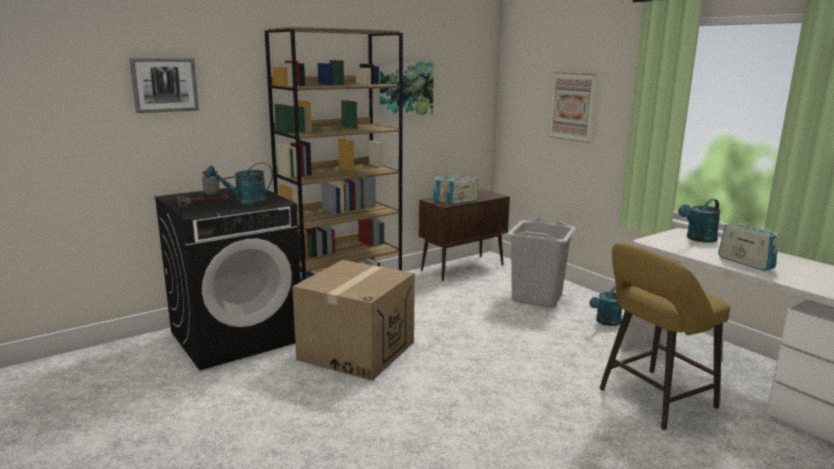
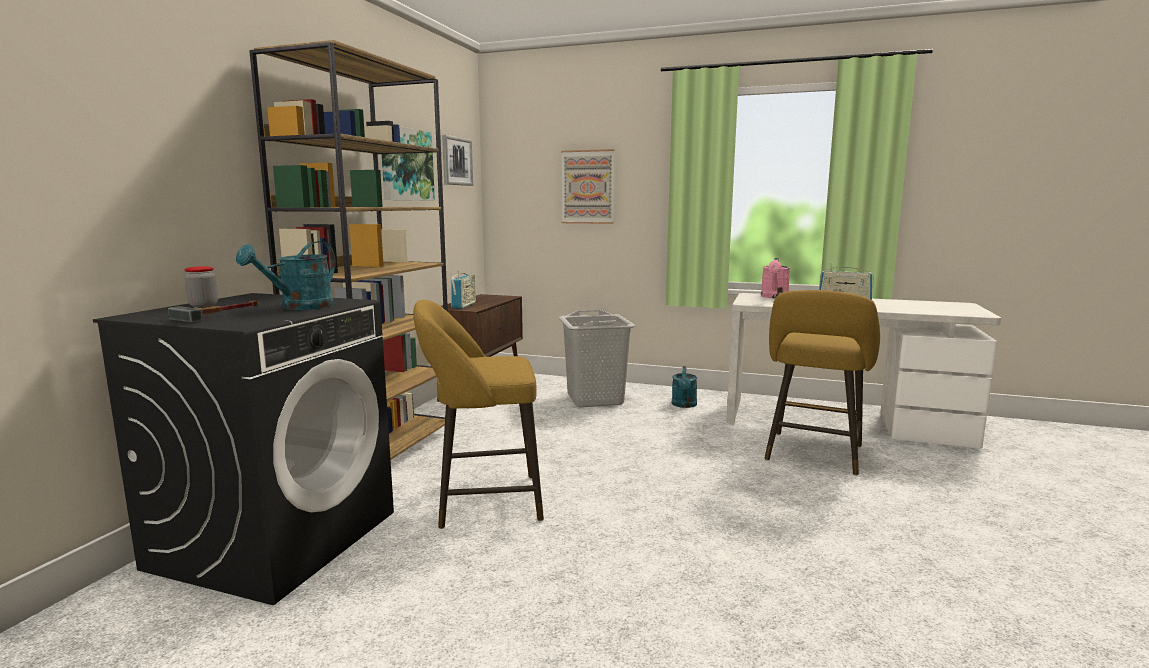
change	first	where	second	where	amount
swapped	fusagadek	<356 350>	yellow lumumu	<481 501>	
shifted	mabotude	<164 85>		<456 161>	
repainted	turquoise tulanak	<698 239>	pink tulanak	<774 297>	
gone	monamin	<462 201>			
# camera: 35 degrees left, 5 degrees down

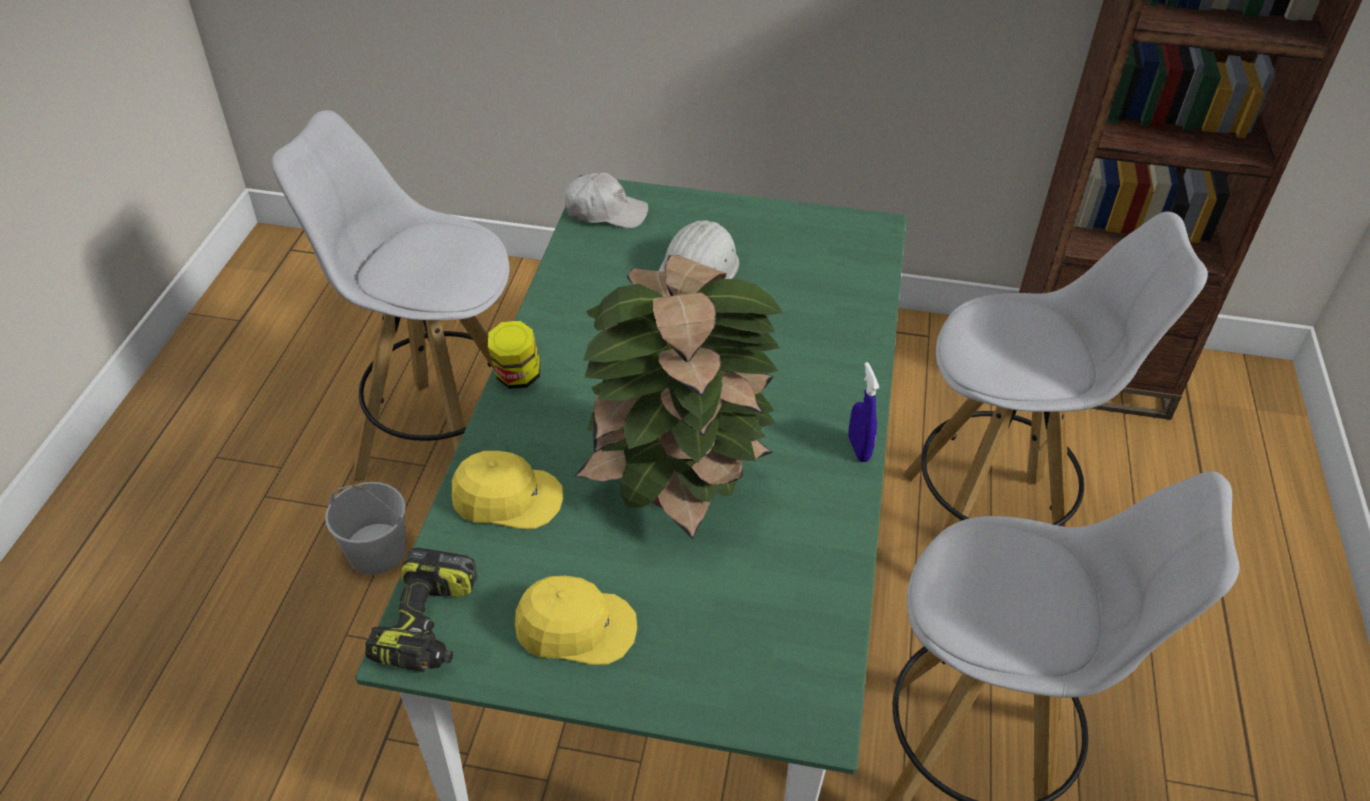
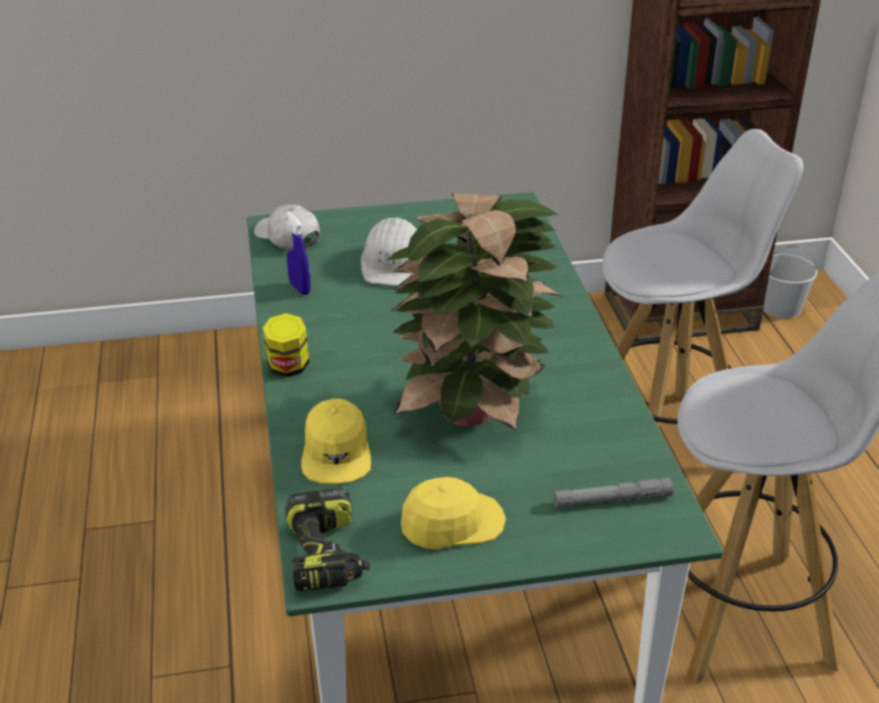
change	first	where	second	where	amount
rotated	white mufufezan	<605 212>		<288 237>	120 degrees counterclockwise
shifted	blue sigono	<858 449>		<300 288>	
rotated	yellow mufufezan	<507 498>		<336 452>	105 degrees clockwise
new			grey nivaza	<612 500>	
shifted	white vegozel	<378 551>		<781 307>	
gone	white lumumu	<443 443>			
# camera: 20 degrees left, 10 degrees down

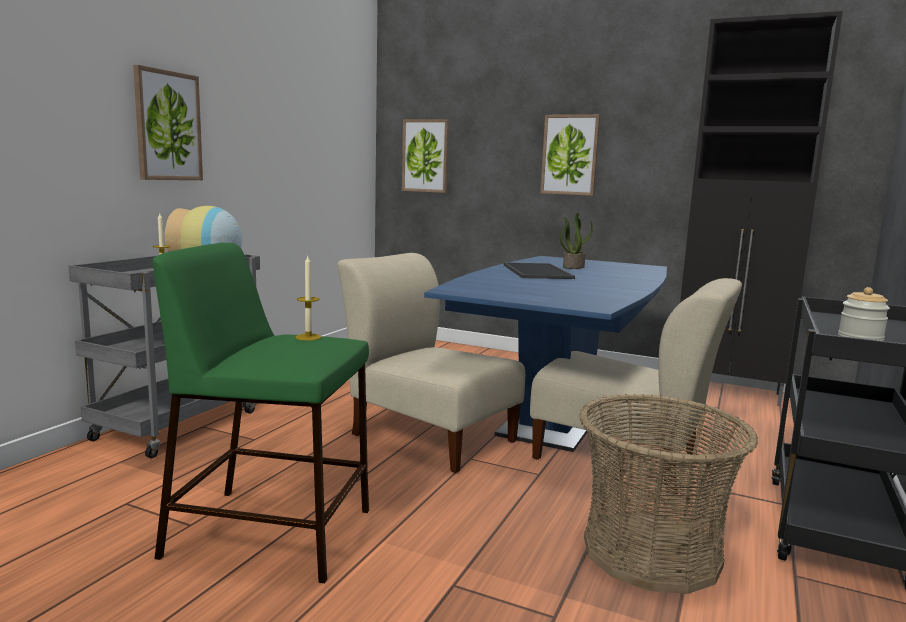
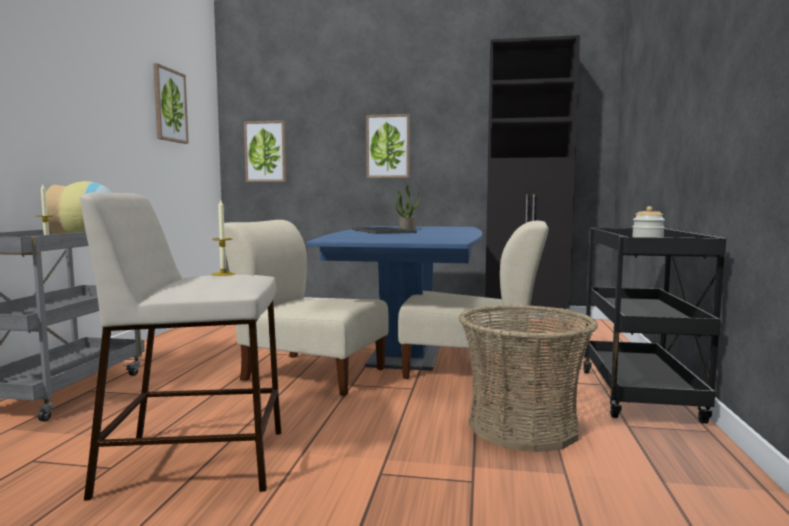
change	first	where	second	where	amount
repainted	green lumumu	<273 532>	beige lumumu	<198 461>	
shifted	mabotude	<167 126>		<169 105>	
# camera: 15 degrees left, 5 degrees down

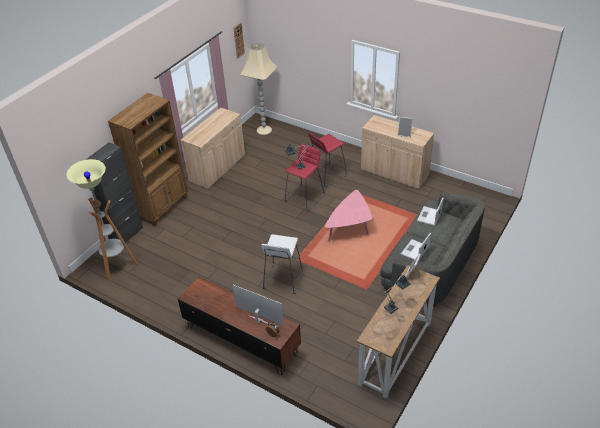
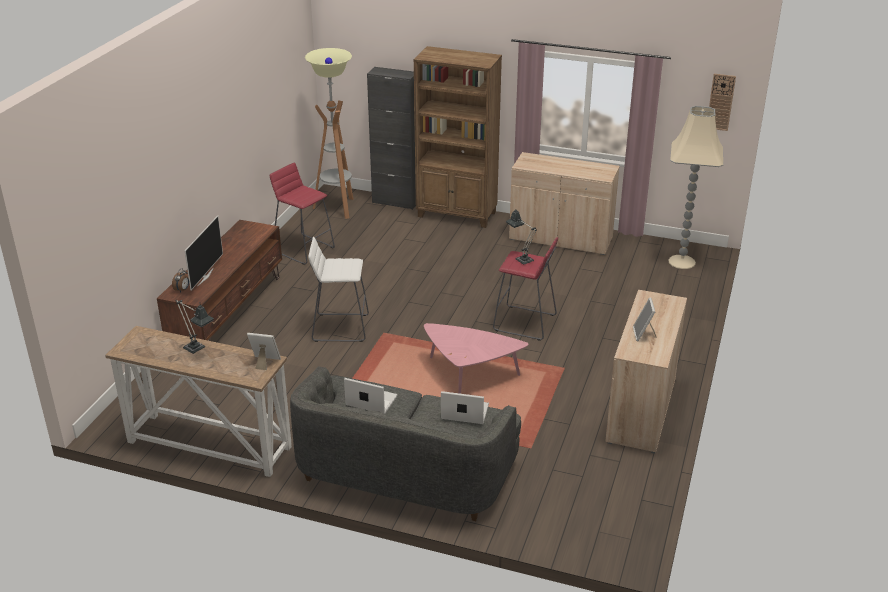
change	first	where	second	where	amount
shifted	red lumumu	<326 175>		<303 249>	
# camera: 75 degrees right, 10 degrees down

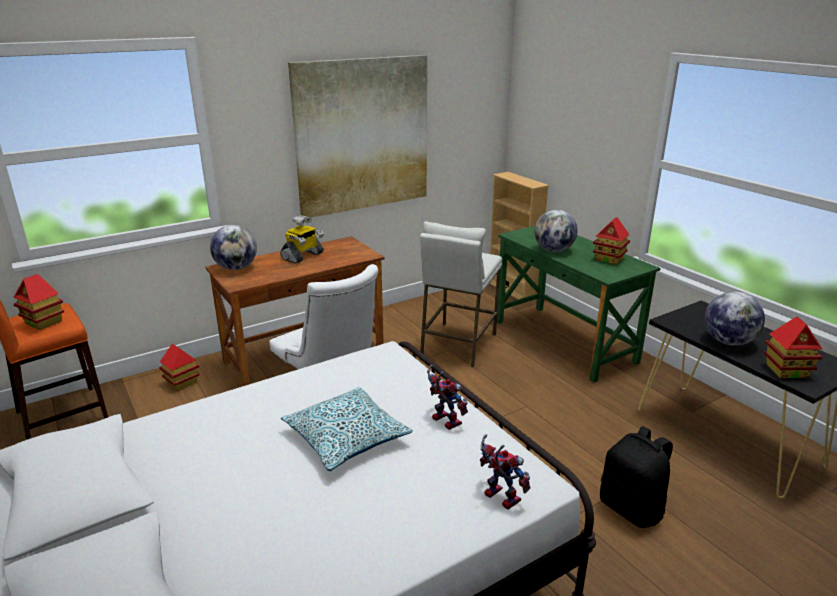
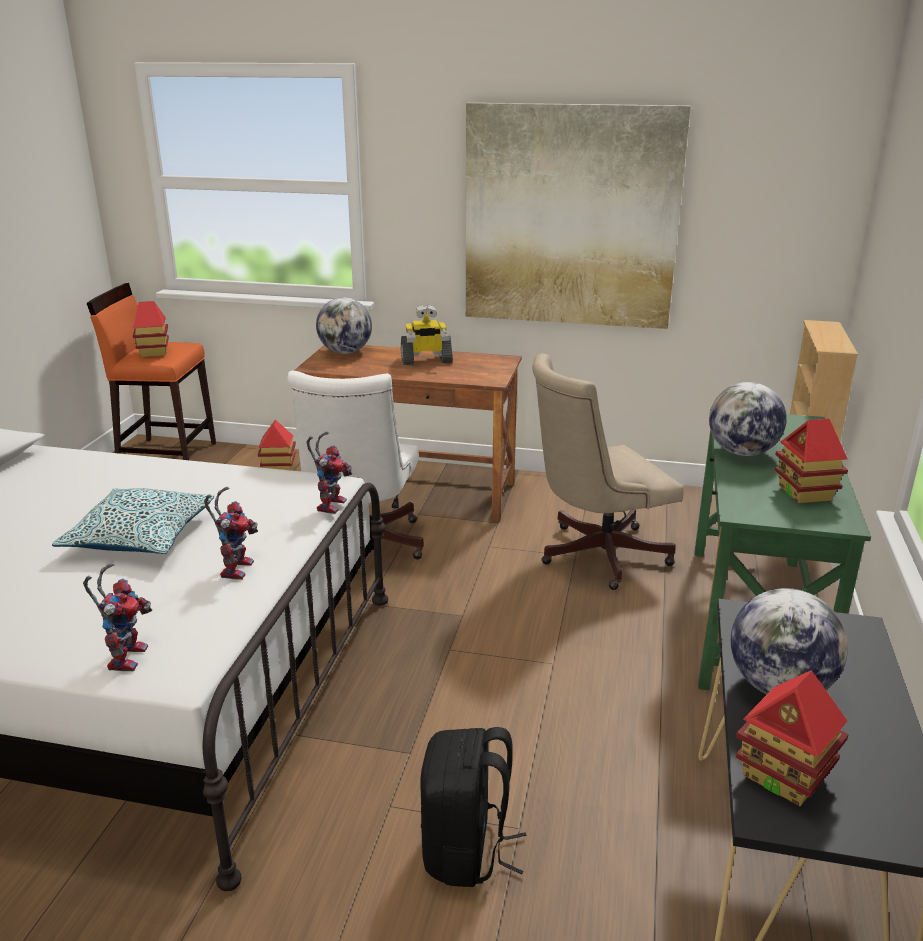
change	first	where	second	where	amount
new			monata	<330 504>	
swapped	white lumumu	<458 344>	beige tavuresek	<595 555>	
# camera: 45 degrees right, 0 degrees up

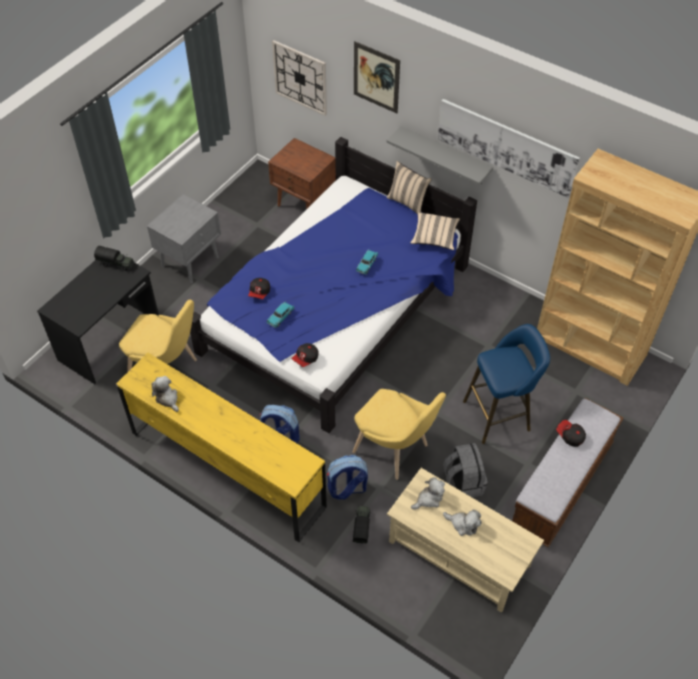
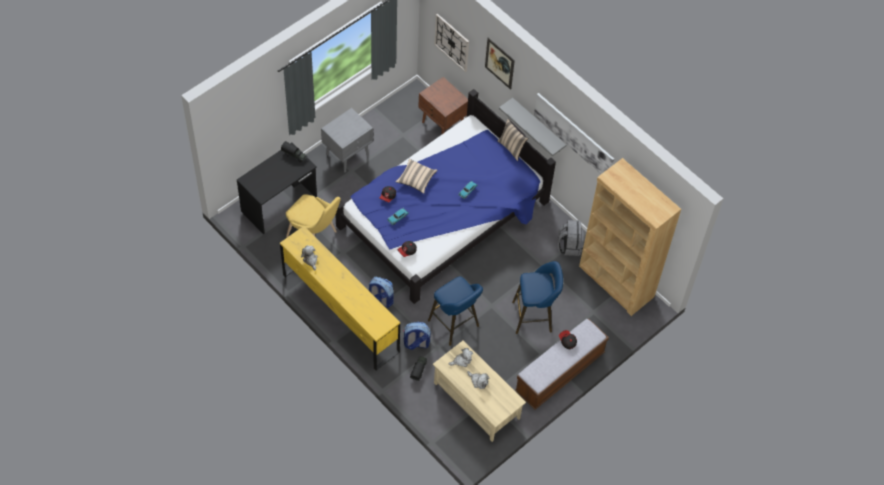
change	first	where	second	where	amount
shifted	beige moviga	<434 237>		<416 179>	
swapped	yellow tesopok	<395 451>	blue lumumu	<455 325>	
shifted	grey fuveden	<463 483>		<569 245>	
# camera: 10 degrees right, 5 degrees up

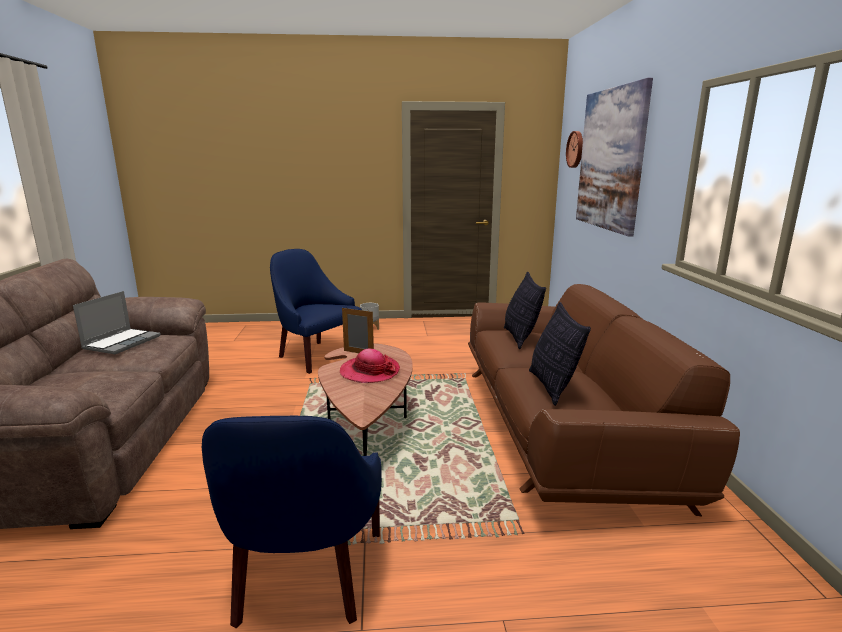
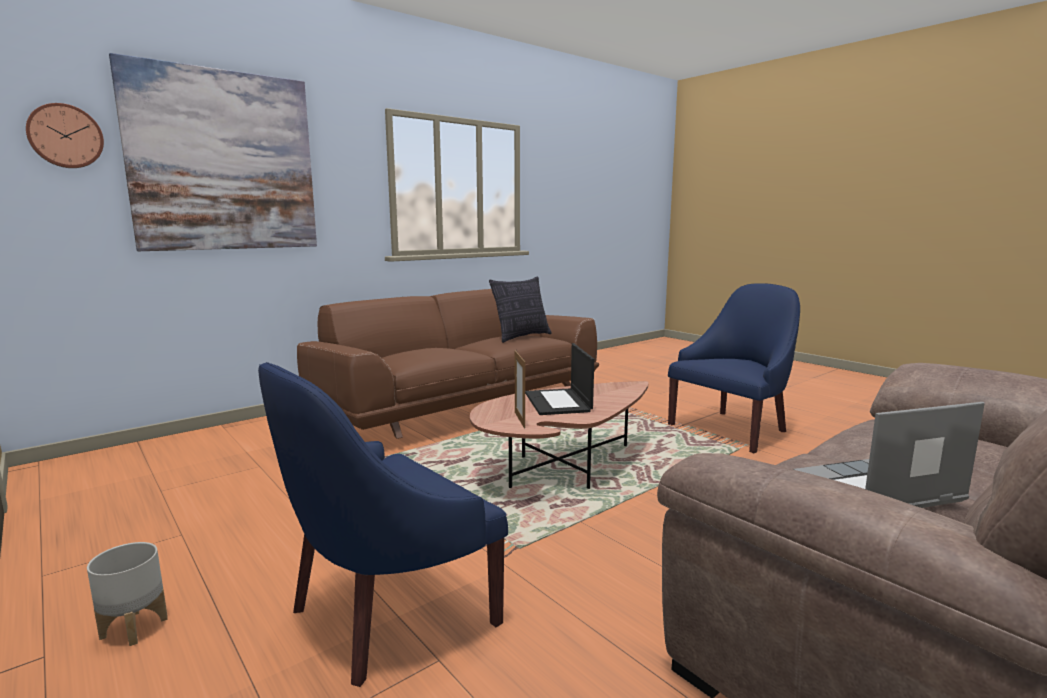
change	first	where	second	where	amount
rotated	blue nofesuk	<316 355>		<387 612>	45 degrees clockwise
swapped	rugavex	<369 371>	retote	<558 402>	
gone	moviga	<520 338>			
# camera: 125 degrees left, 5 degrees down

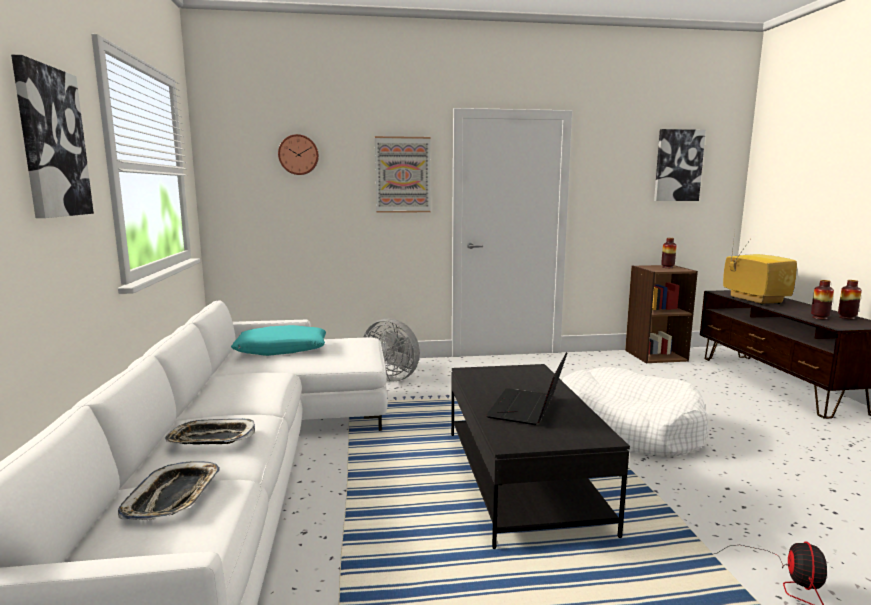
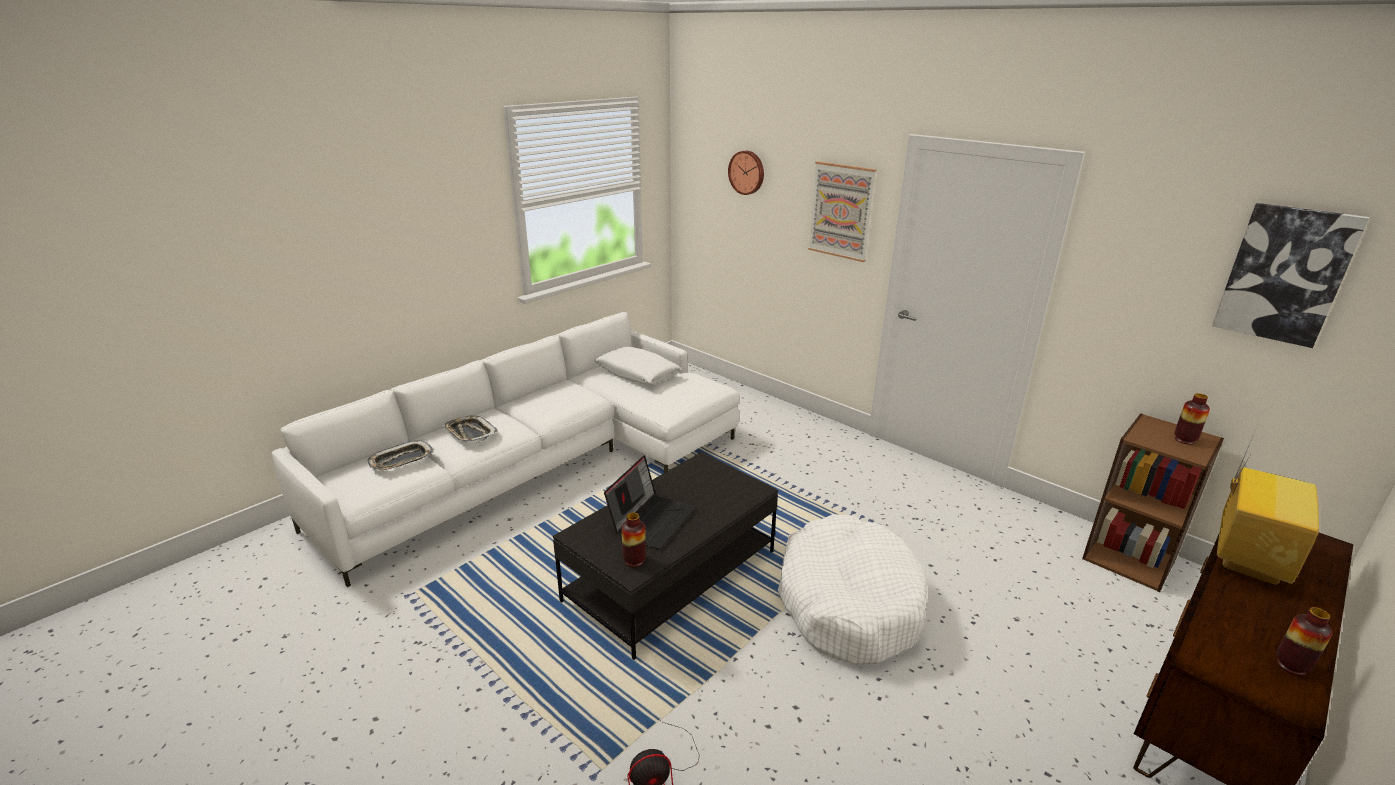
change	first	where	second	where	amount
repainted	turquoise moviga	<281 350>	white moviga	<637 374>	
rotated	retote	<528 409>		<651 520>	135 degrees clockwise
shifted	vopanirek	<819 318>		<634 561>	
gone	mabotude	<51 142>			
gone	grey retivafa	<393 377>			
# camera: 50 degrees right, 15 degrees up

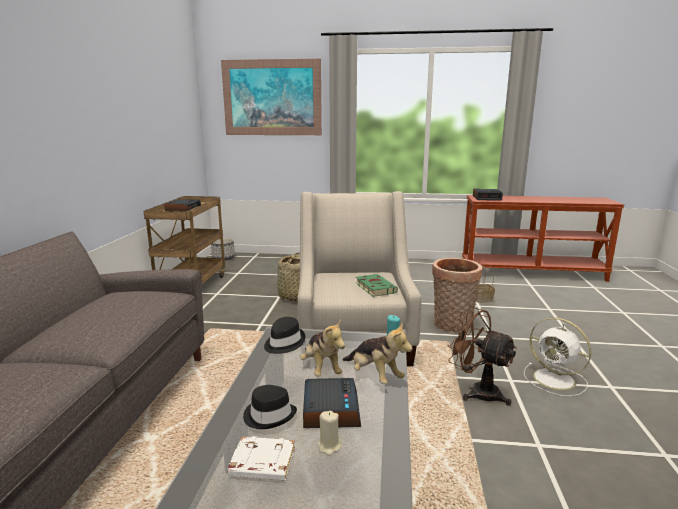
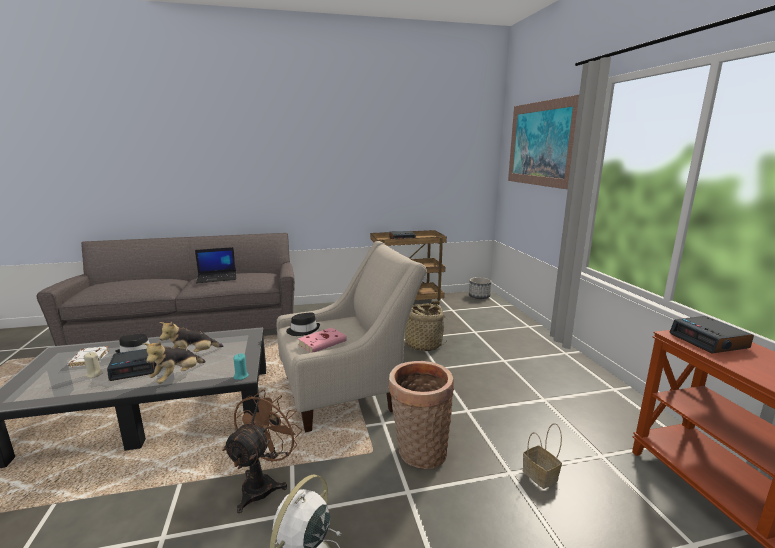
change	first	where	second	where	amount
new			retote	<217 277>	
shifted	black rugavex	<283 343>		<303 330>	
repainted	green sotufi	<374 287>	pink sotufi	<323 342>	
# camera: 70 degrees right, 0 degrees up

